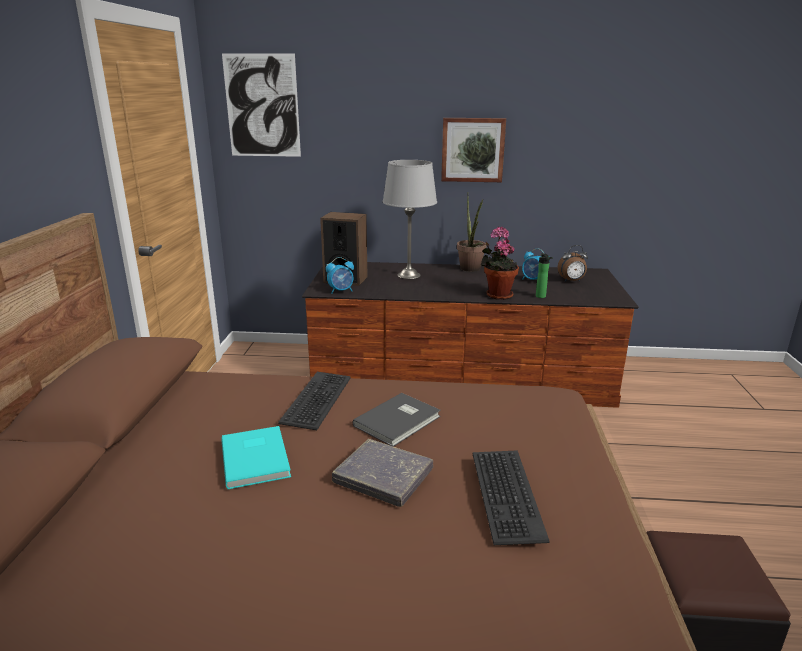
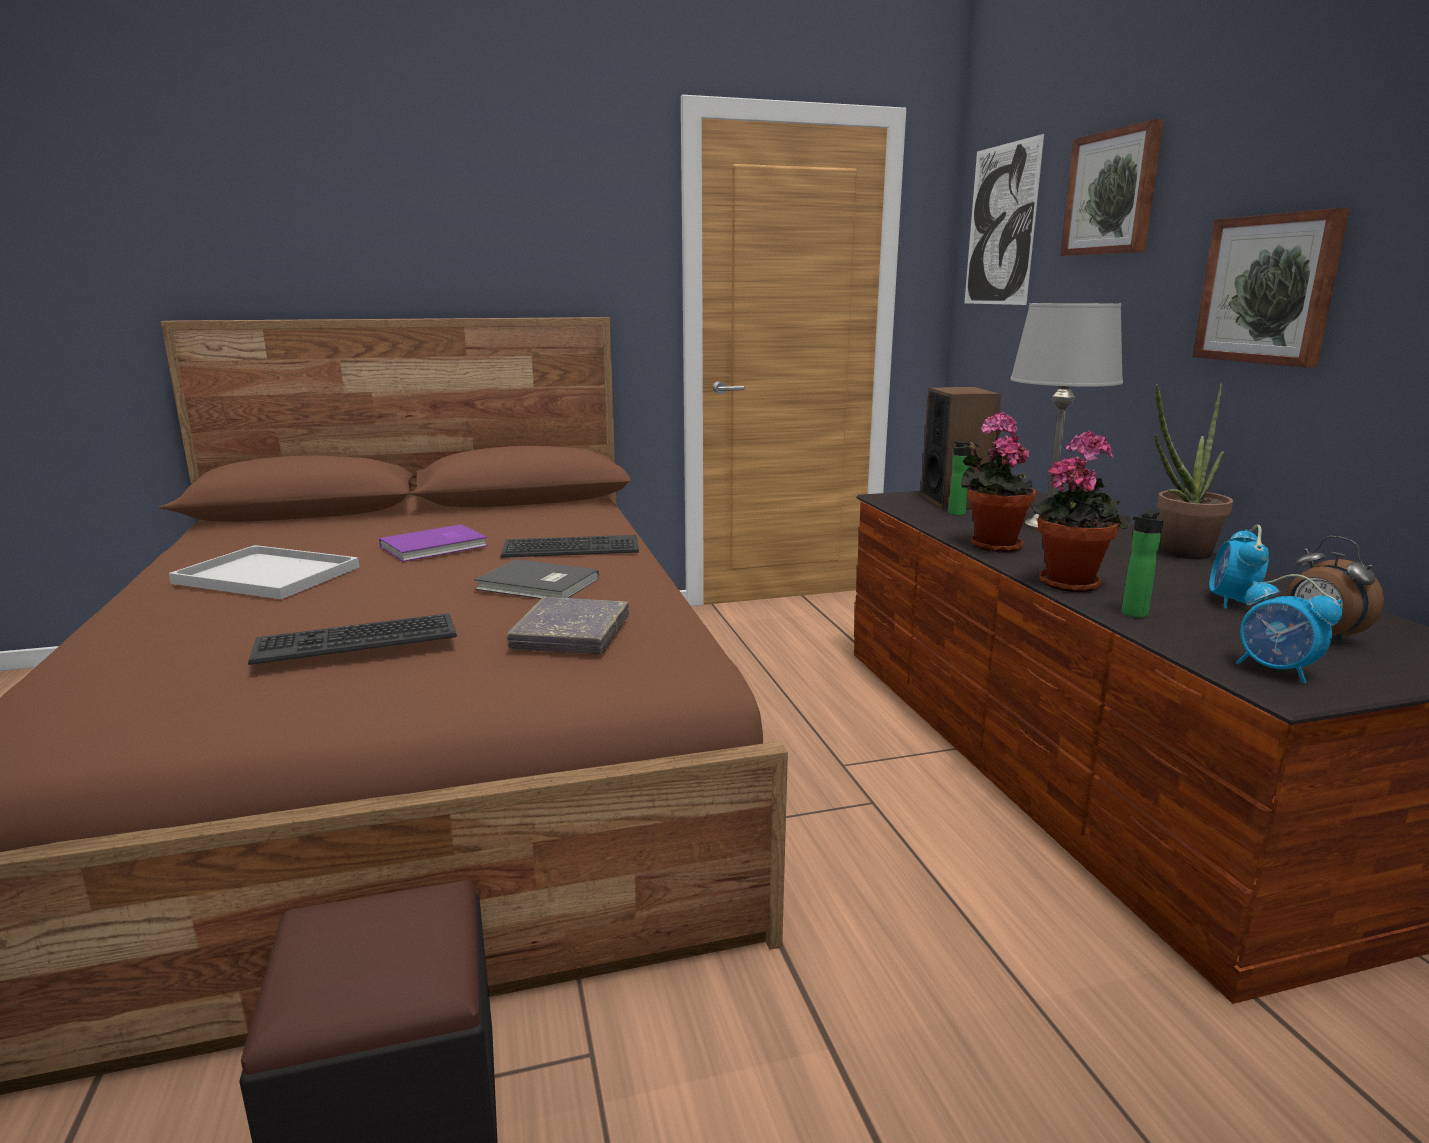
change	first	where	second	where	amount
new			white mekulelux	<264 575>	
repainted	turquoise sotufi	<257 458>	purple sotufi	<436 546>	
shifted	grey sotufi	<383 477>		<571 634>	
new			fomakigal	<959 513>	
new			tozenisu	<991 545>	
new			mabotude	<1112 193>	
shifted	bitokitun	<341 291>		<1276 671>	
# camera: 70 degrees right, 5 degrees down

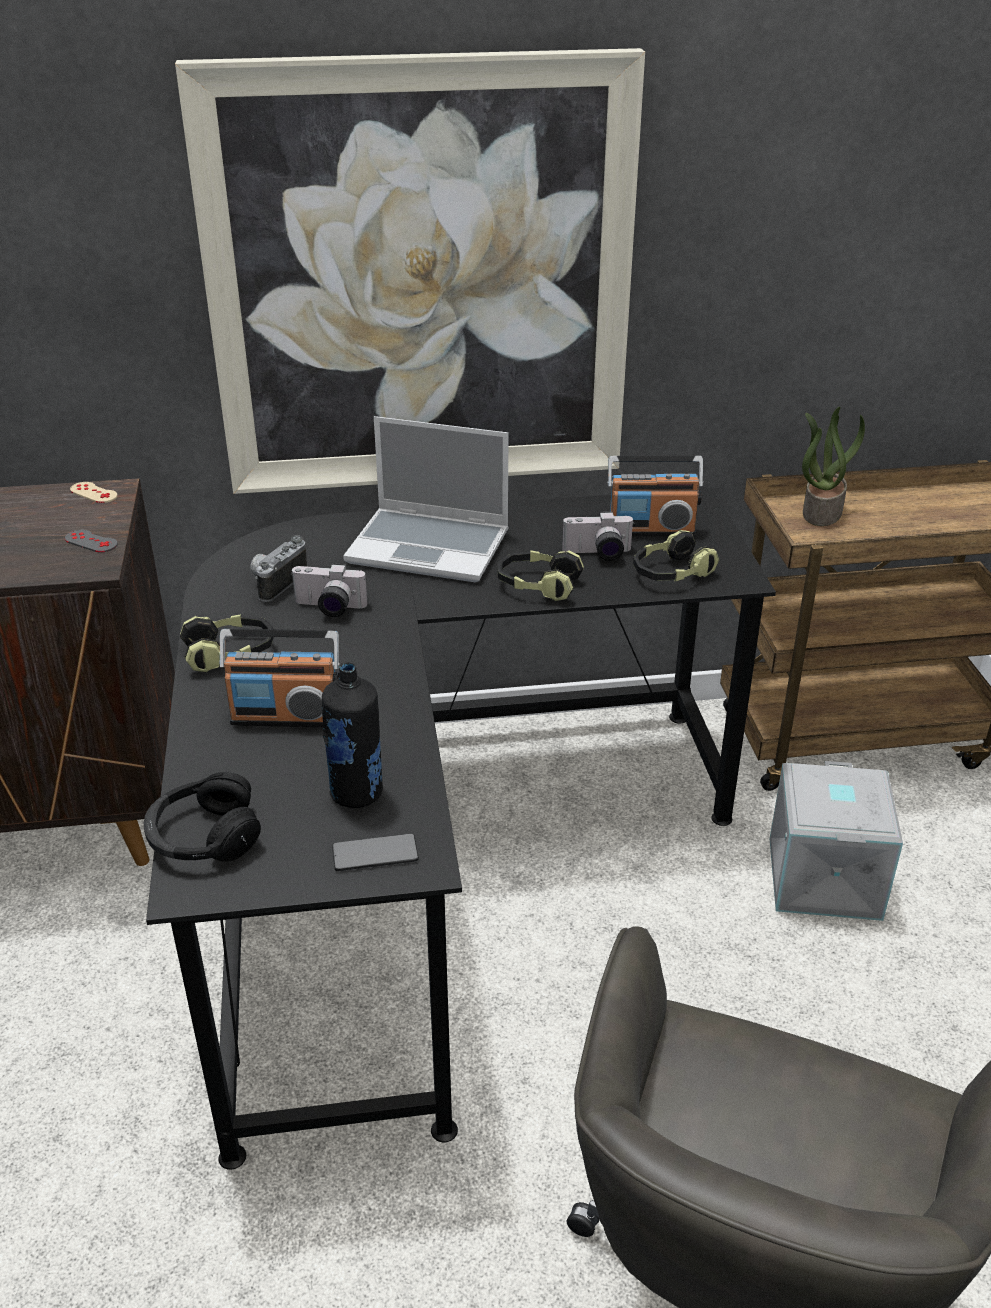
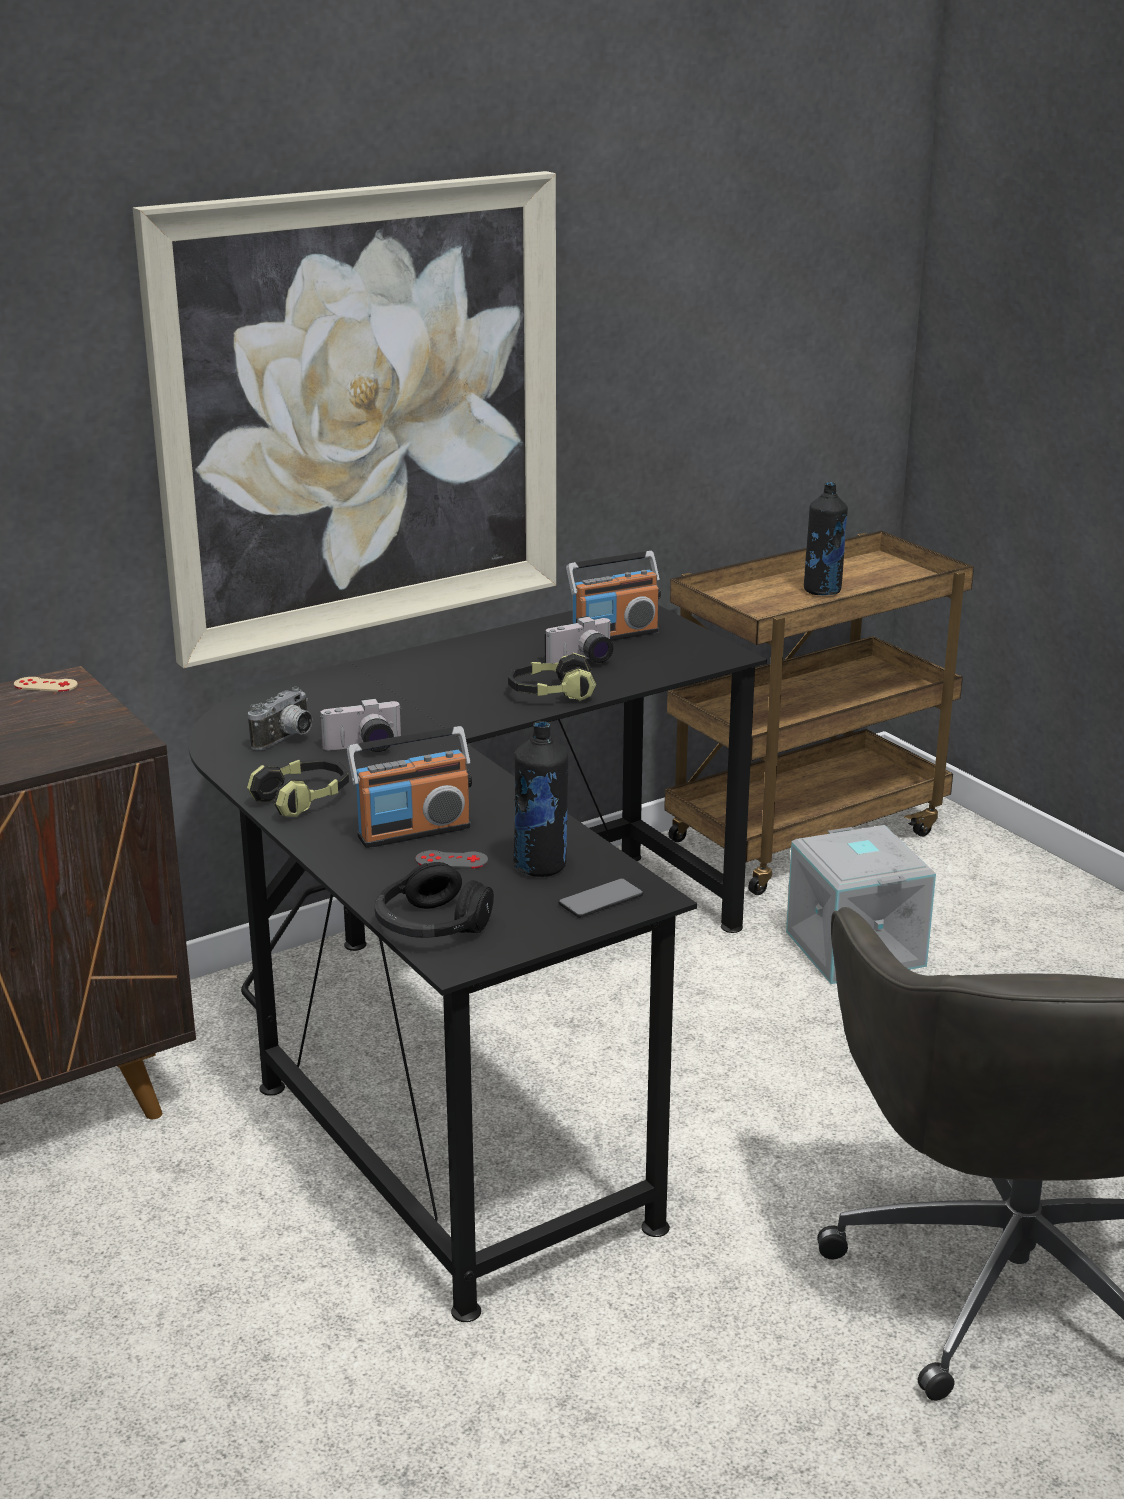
change	first	where	second	where	amount
rotated	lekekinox	<276 582>		<287 739>	150 degrees counterclockwise
shifted	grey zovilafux	<91 541>		<451 860>	
new			black fomakigal	<822 591>	
gone	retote	<431 547>			
gone	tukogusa	<671 573>			
gone	tozenisu	<821 511>			
# camera: 25 degrees left, 10 degrees down

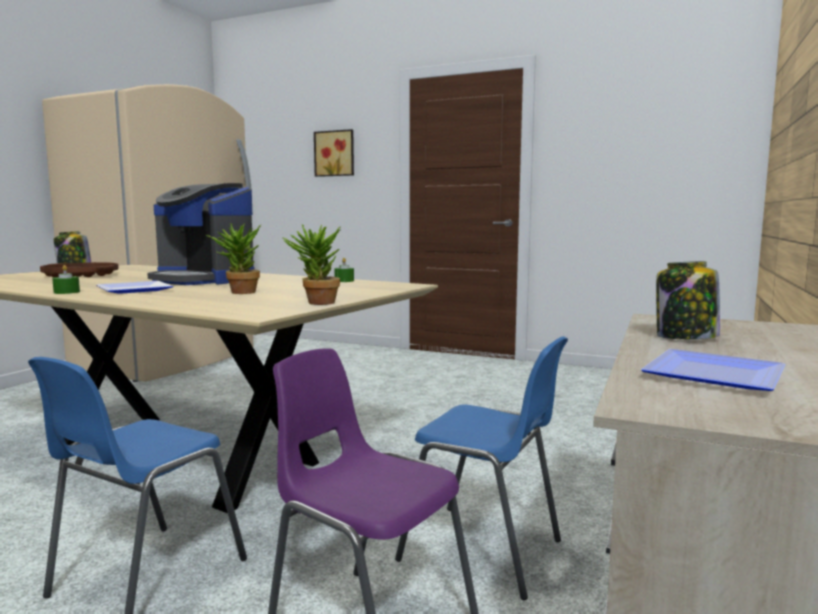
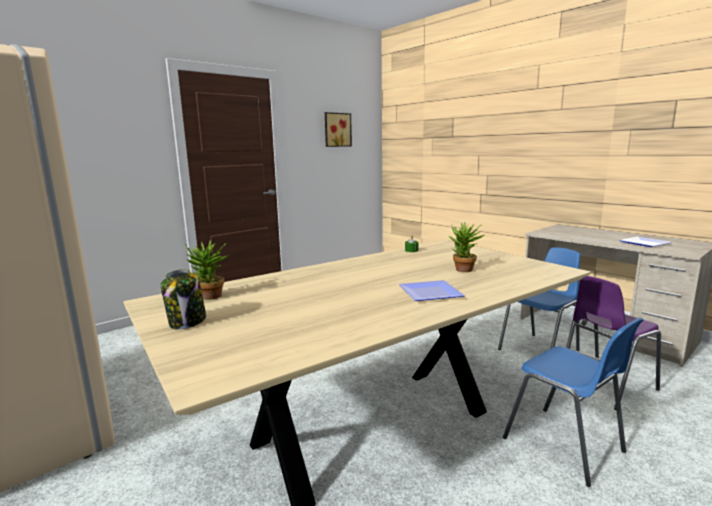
change	first	where	second	where	amount
shifted	tozenisu	<316 303>		<210 298>	
shifted	mabotude	<335 153>		<337 130>	
gone	brown mekulelux	<81 275>			
gone	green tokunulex	<66 292>			
gone	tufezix	<204 280>			
gone	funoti	<685 337>			
# camera: 65 degrees left, 5 degrees up

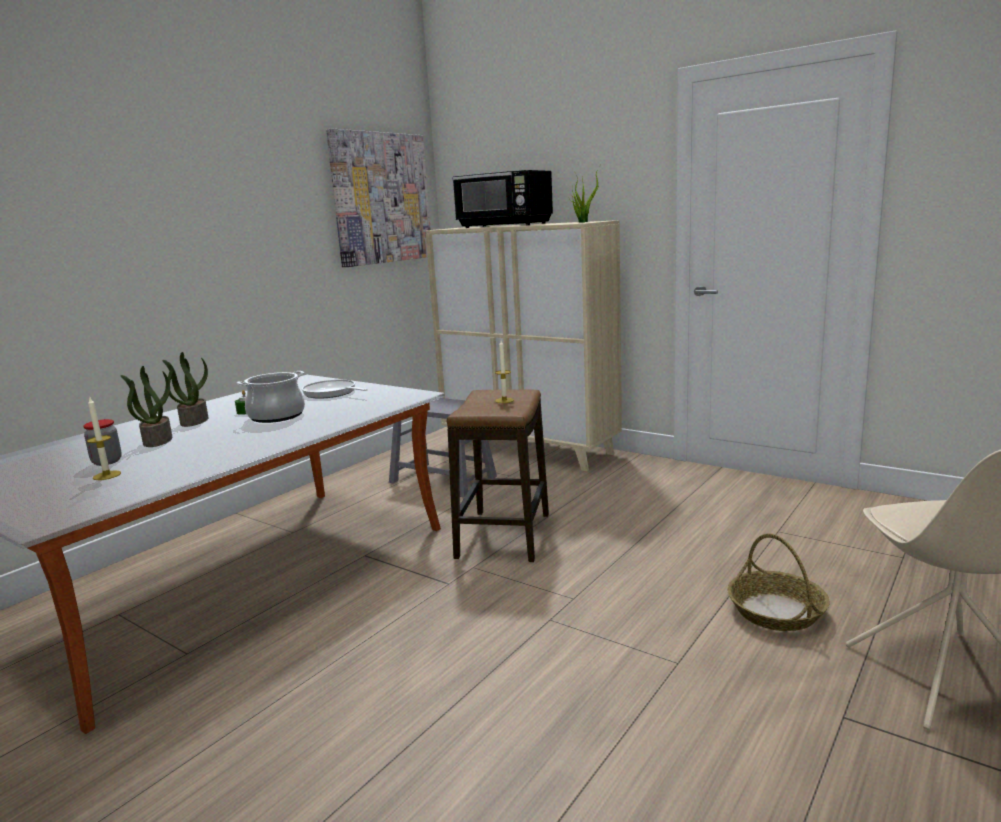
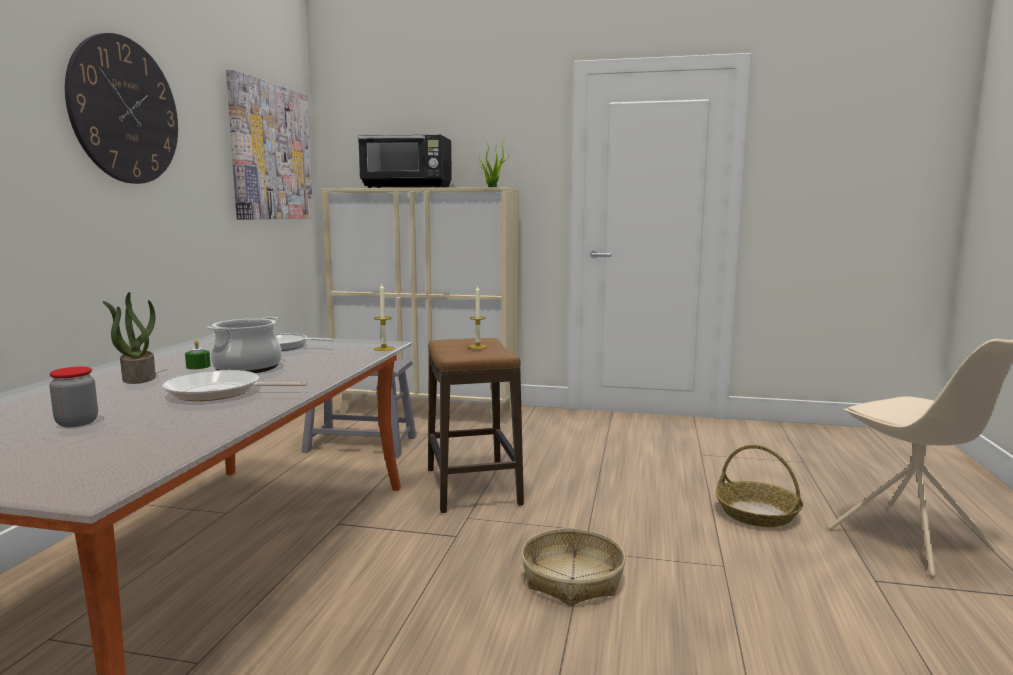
change	first	where	second	where	amount
new			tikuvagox	<125 110>	
new			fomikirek	<219 392>	
shifted	tokunulex	<107 475>		<383 349>	
new			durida	<572 578>	
gone	tozenisu	<157 440>			
# camera: 25 degrees left, 5 degrees down

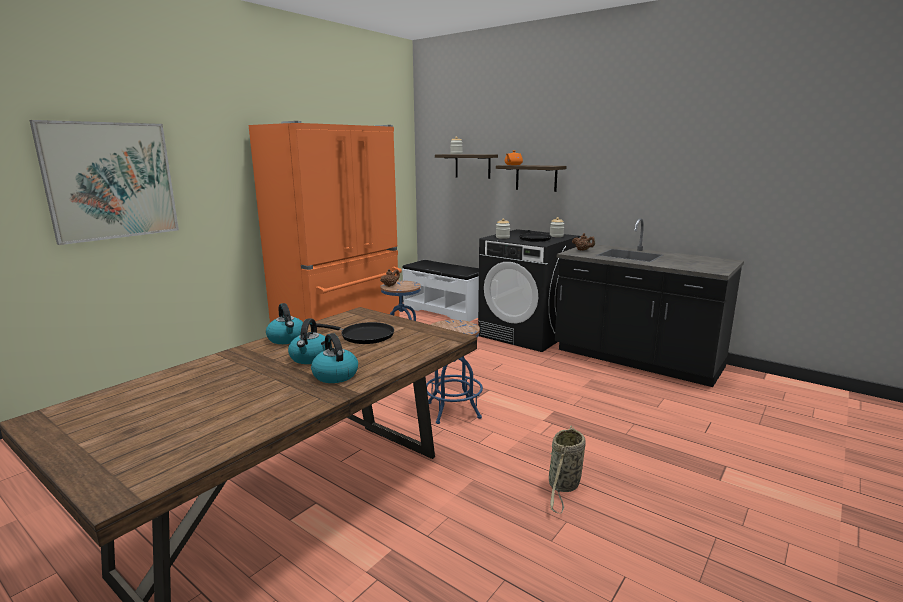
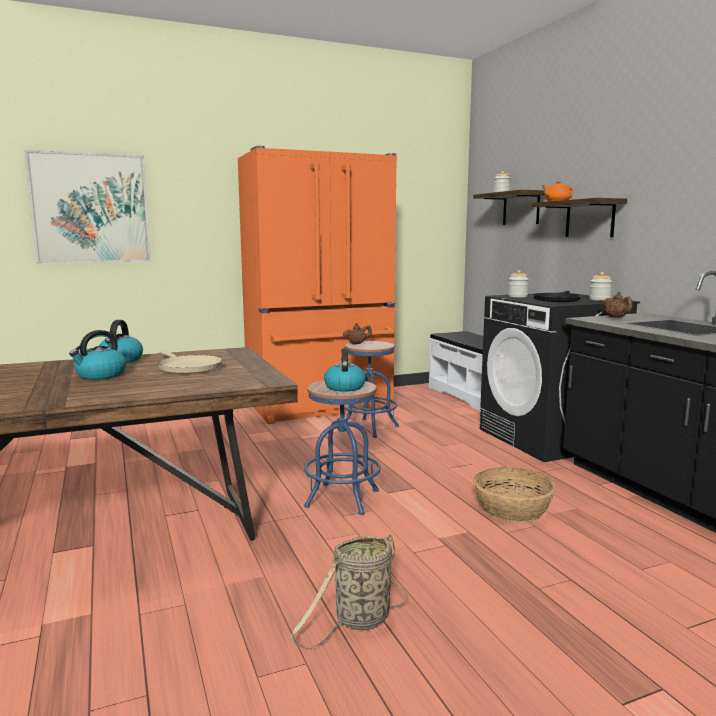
change	first	where	second	where	amount
repainted	black fomikirek	<364 336>	beige fomikirek	<188 367>	
shifted	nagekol	<334 375>		<344 387>	
new			durida	<512 509>	
# camera: 30 degrees right, 5 degrees down

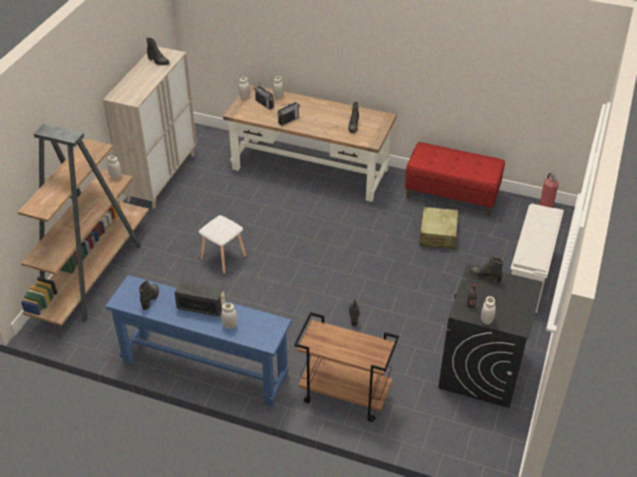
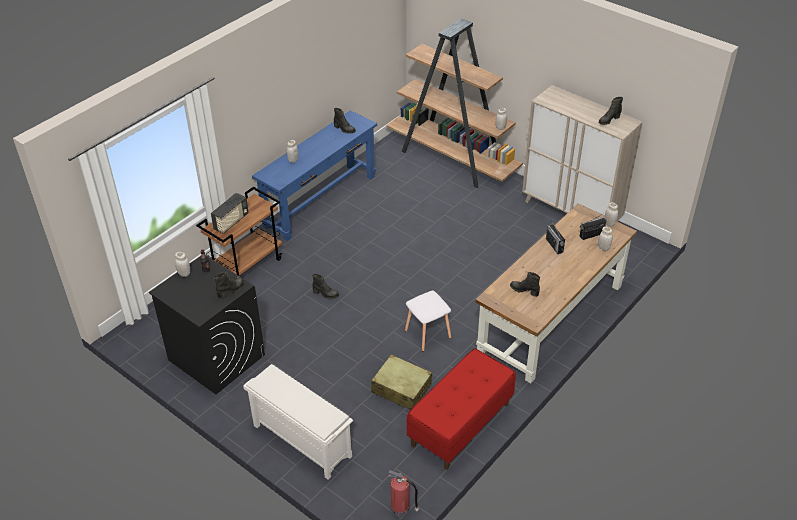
change	first	where	second	where	amount
shifted	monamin	<201 307>		<231 222>	
shifted	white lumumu	<224 258>		<427 334>	
# camera: 110 degrees right, 0 degrees up

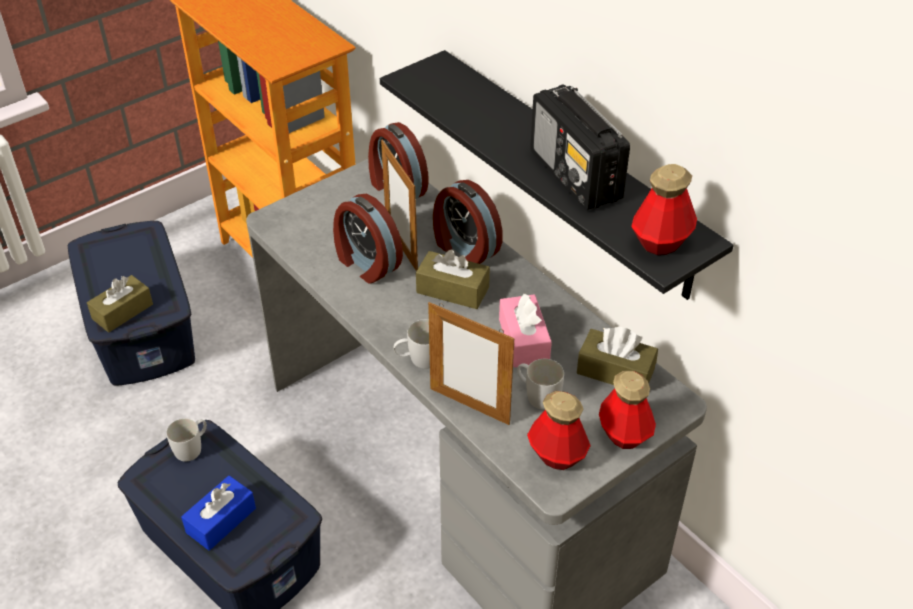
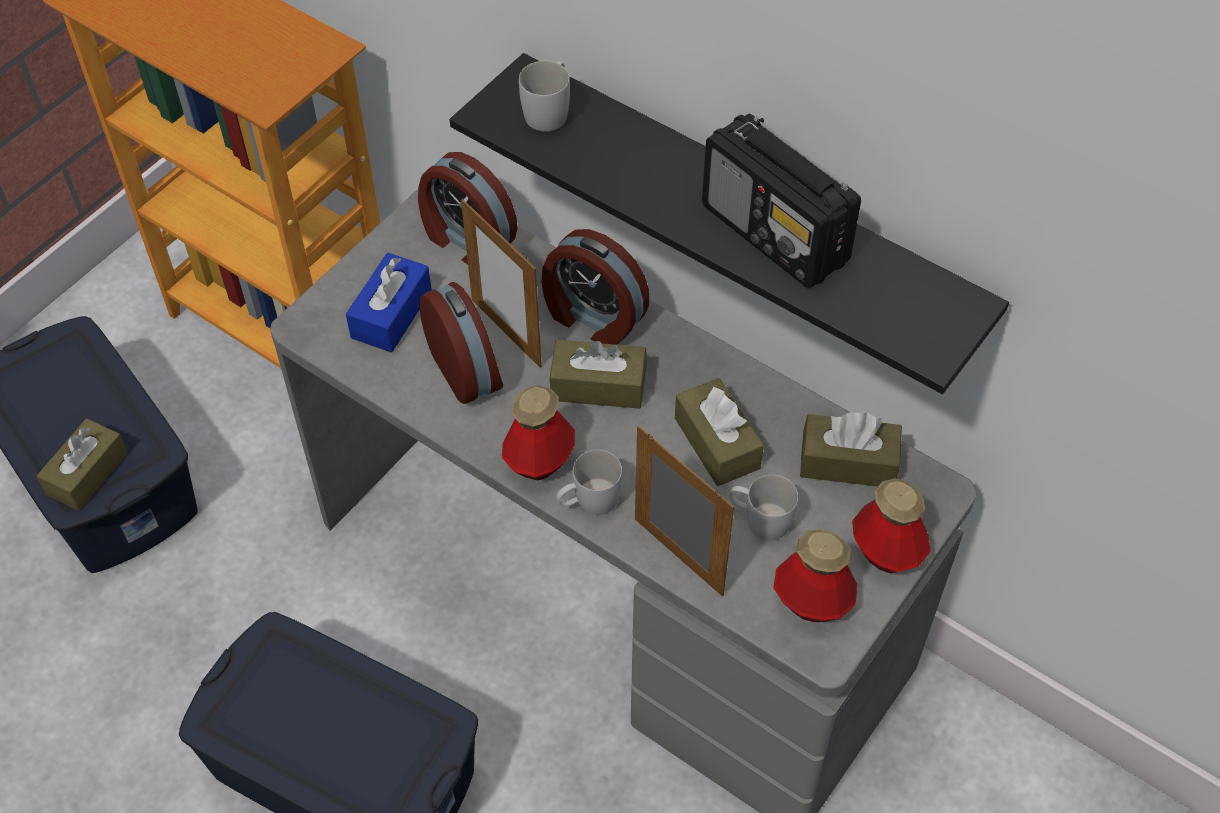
change	first	where	second	where	amount
shifted	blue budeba	<221 520>		<391 314>	
rotated	bitokitun	<366 263>		<467 369>	150 degrees counterclockwise
shifted	fomakigal	<661 242>		<539 460>	
shifted	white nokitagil	<192 447>		<549 111>	
rotated	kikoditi	<469 406>		<678 556>	150 degrees counterclockwise
repainted	pink budeba	<523 341>	brown budeba	<717 443>	
# camera: 15 degrees left, 10 degrees up

